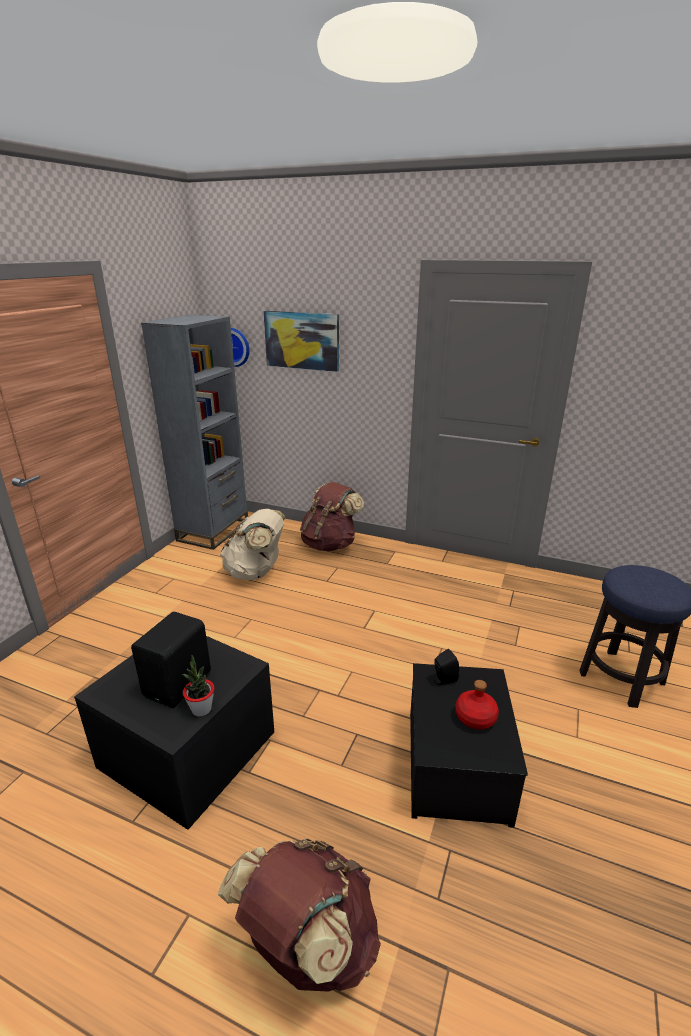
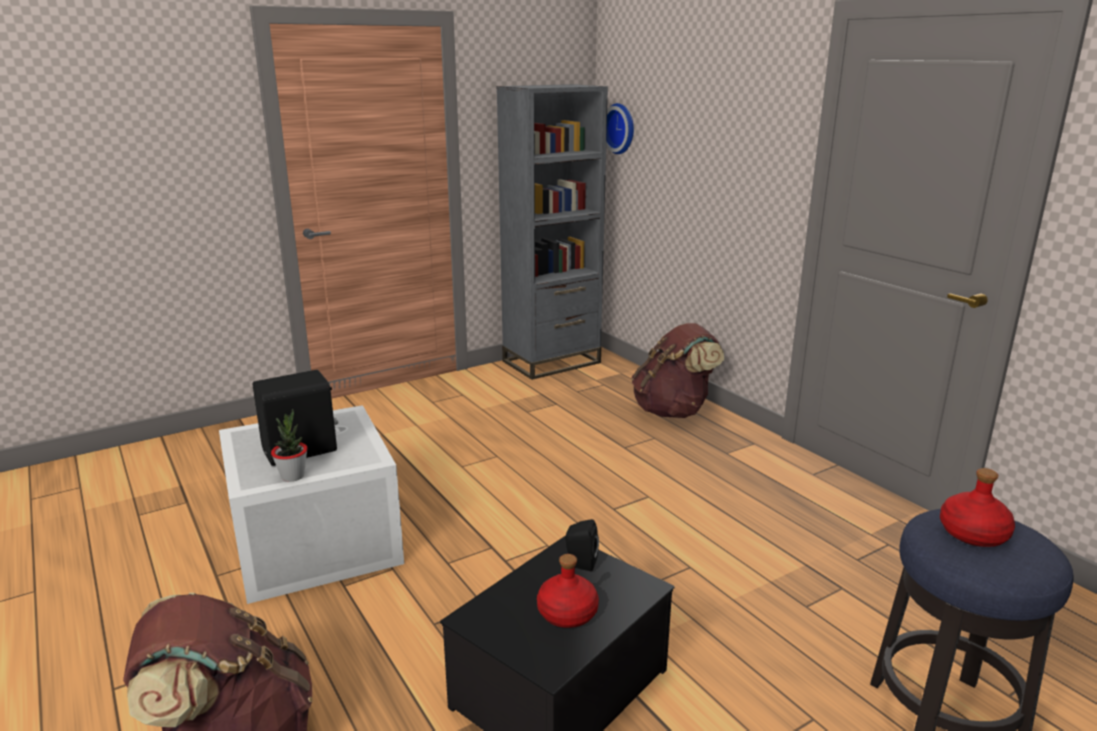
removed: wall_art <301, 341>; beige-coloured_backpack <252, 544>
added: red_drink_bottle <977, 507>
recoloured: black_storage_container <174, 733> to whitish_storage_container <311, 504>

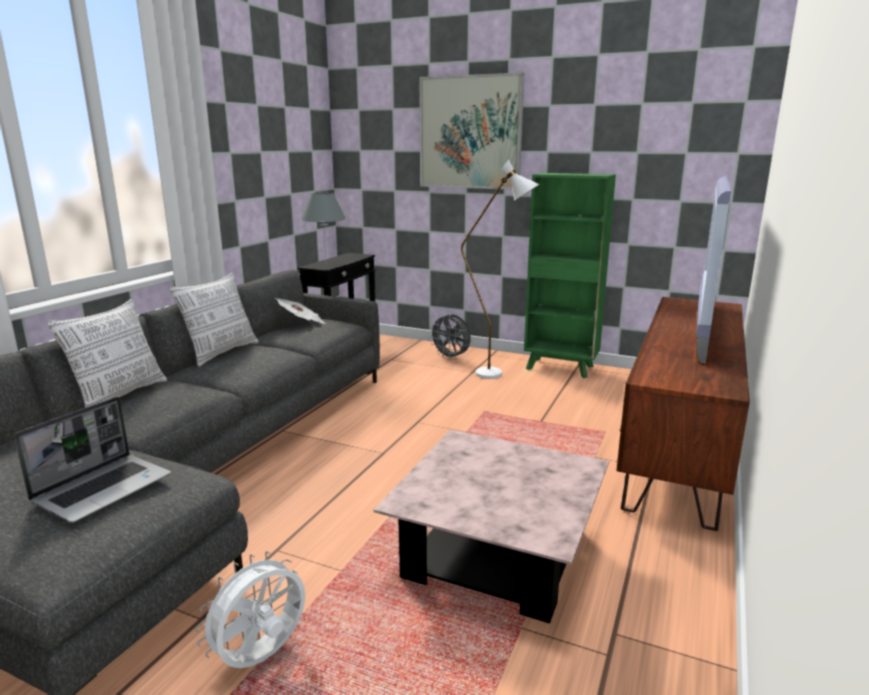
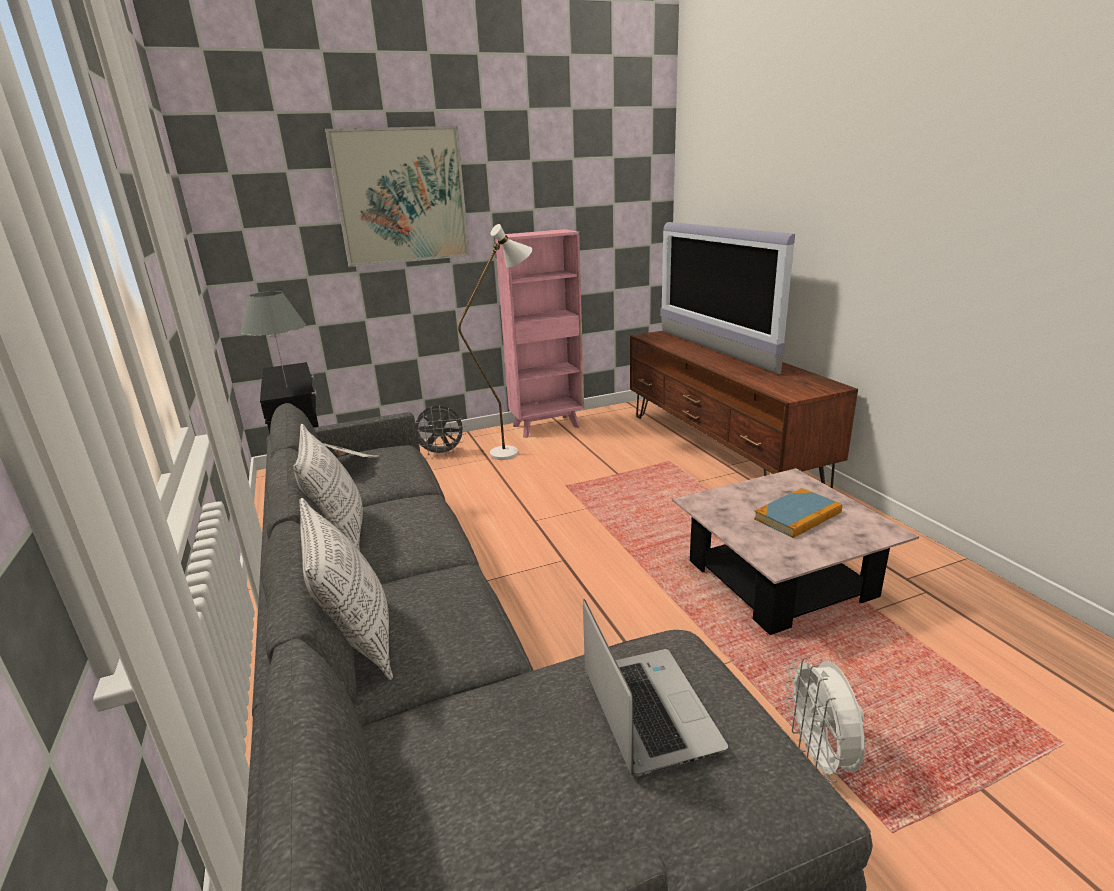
added: book <798, 513>
recoloured: green_bookcase <570, 275> to pink-coloured_bookcase <539, 333>

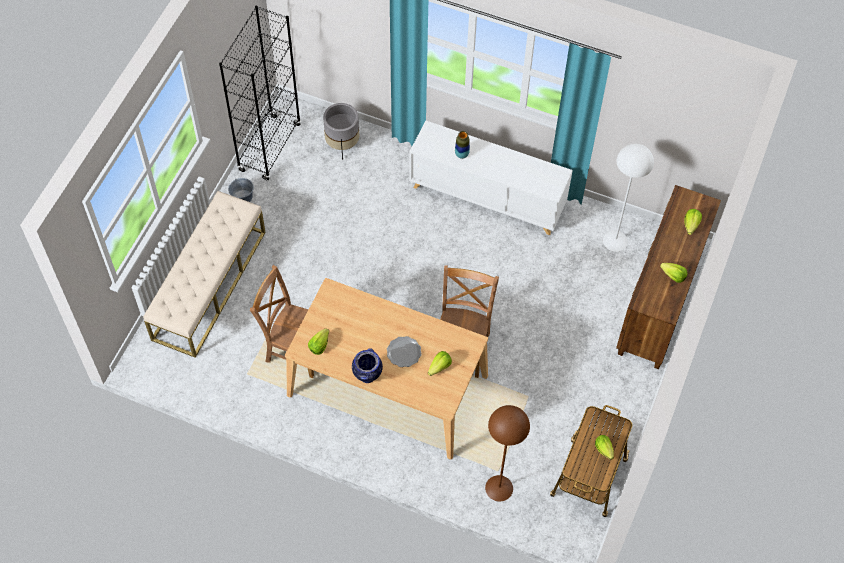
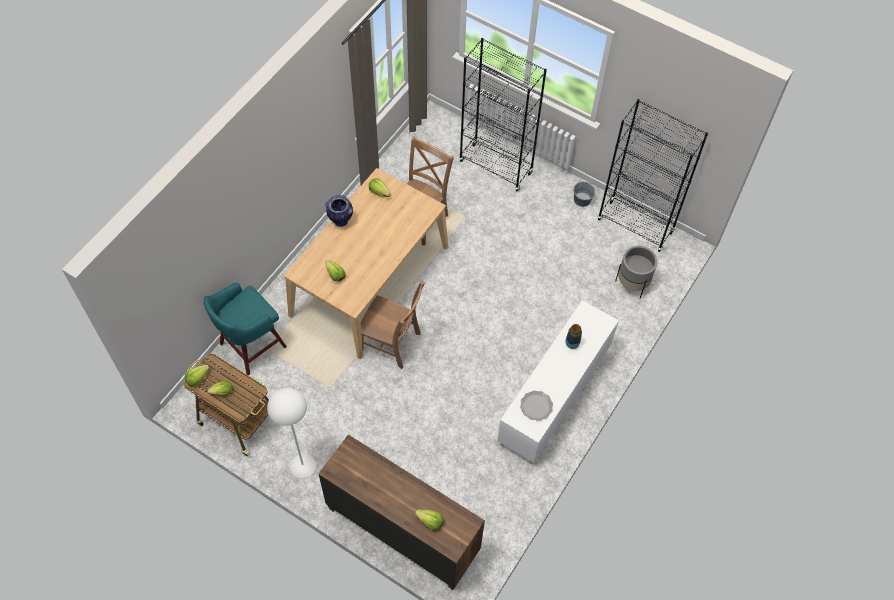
moved: whitish_standing_lamp <628, 198> to <291, 433>; head_of_lettuce <674, 273> to <197, 376>; dinner_plate <404, 351> to <536, 405>
replaced: beige-coloured_indoor_bench <204, 274> to black_bookcase <503, 114>; brown_standing_lamp <507, 453> to turquoise_stool <245, 328>

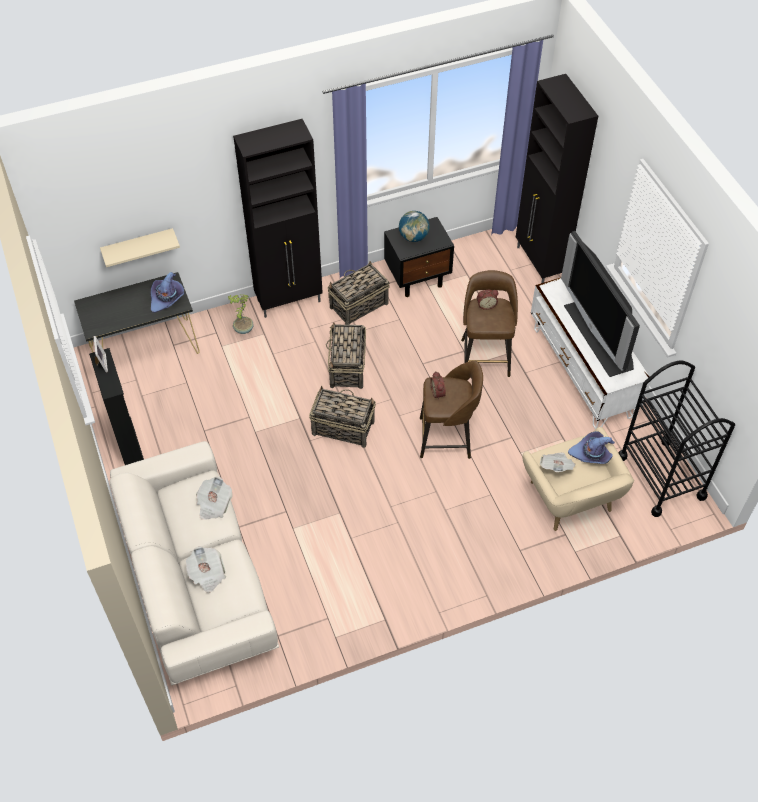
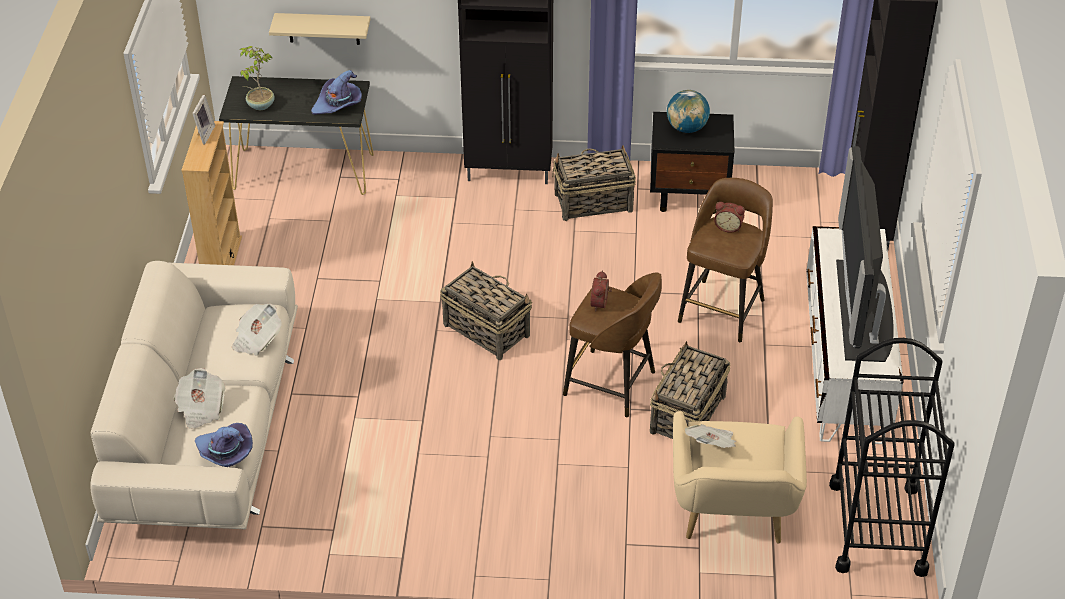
moved: houseplant <241, 314> to <257, 78>; basket <346, 355> to <690, 390>; purplish_hat <591, 447> to <224, 445>
recoloured: black_bookcase <116, 406> to beige-coloured_bookcase <211, 193>

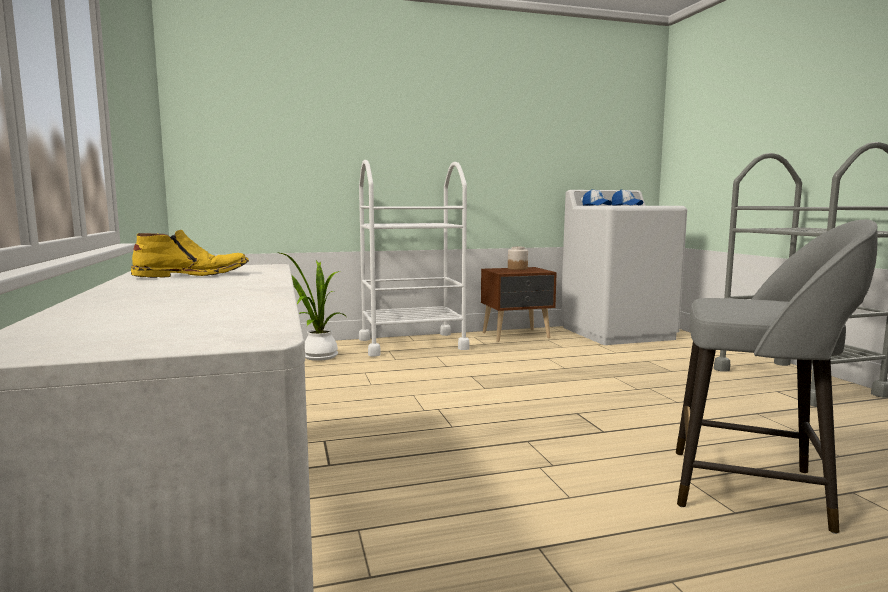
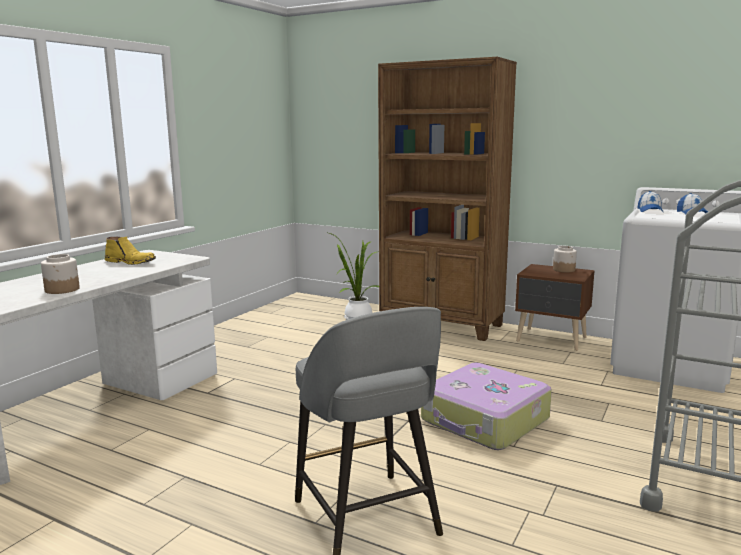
added: storage_jar <60, 274>; piece_of_luggage <486, 406>
replaced: whitish_wheeled_cart <414, 258> to brown_bookcase <447, 199>

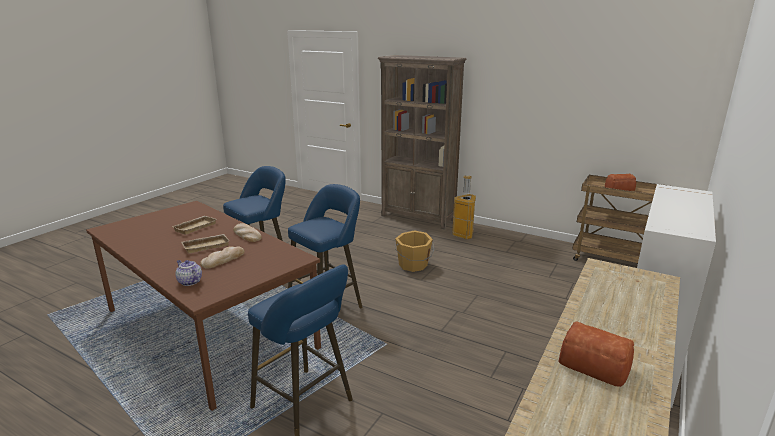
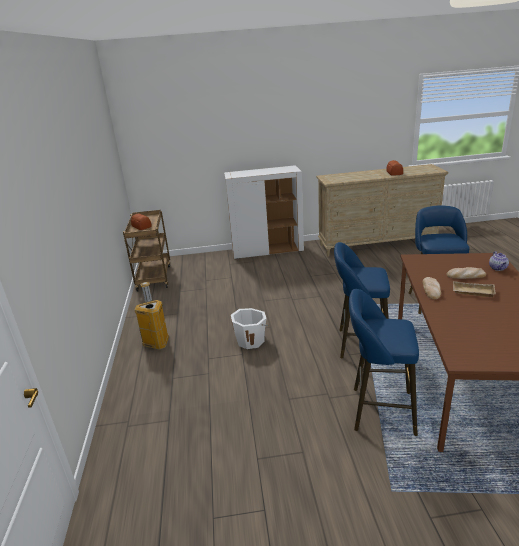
removed: brown_bookcase <422, 142>; beige-coloured_serving_tray <193, 225>
recoloured: orangey_bucket <414, 251> to whitish_bucket <250, 328>

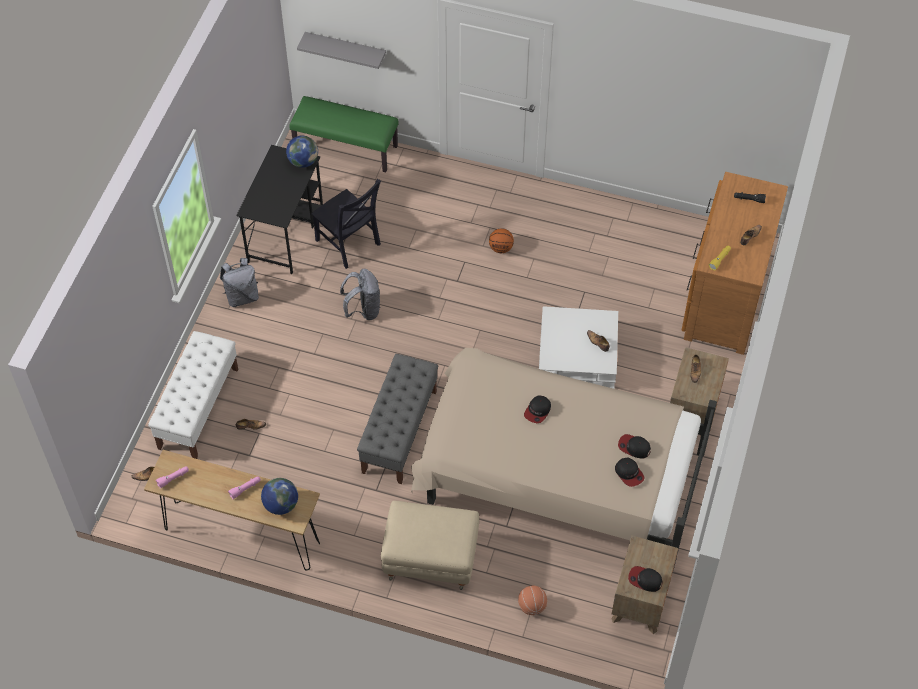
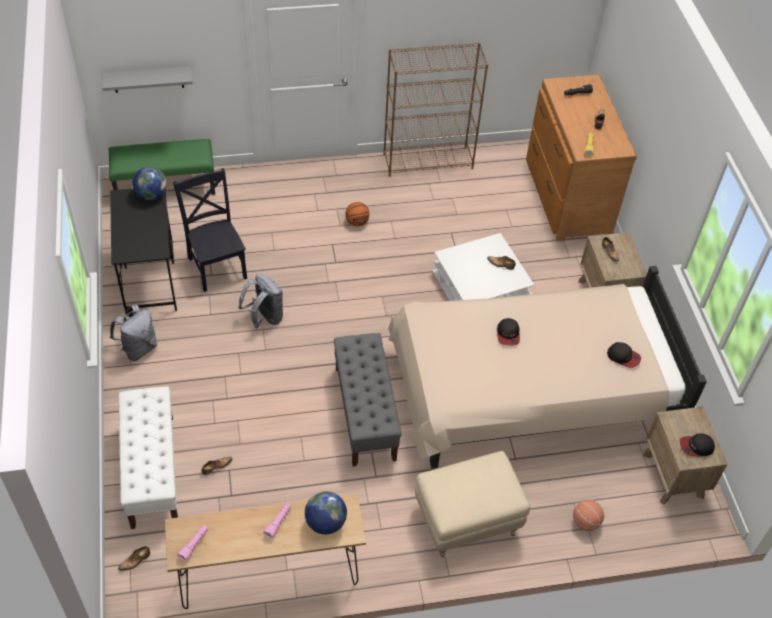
removed: peaked_cap <634, 446>
added: brown_bookcase <435, 110>
turned: black_upright_chair <346, 224> = <210, 230> 135 degrees counterclockwise

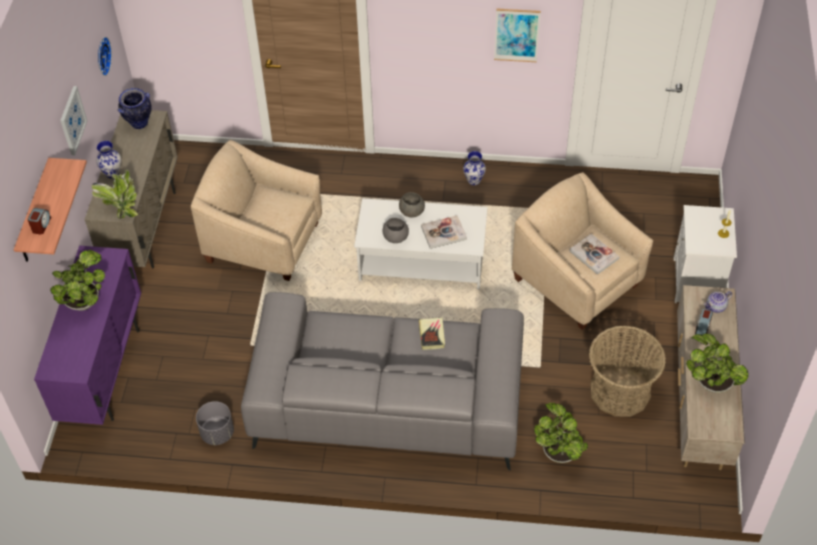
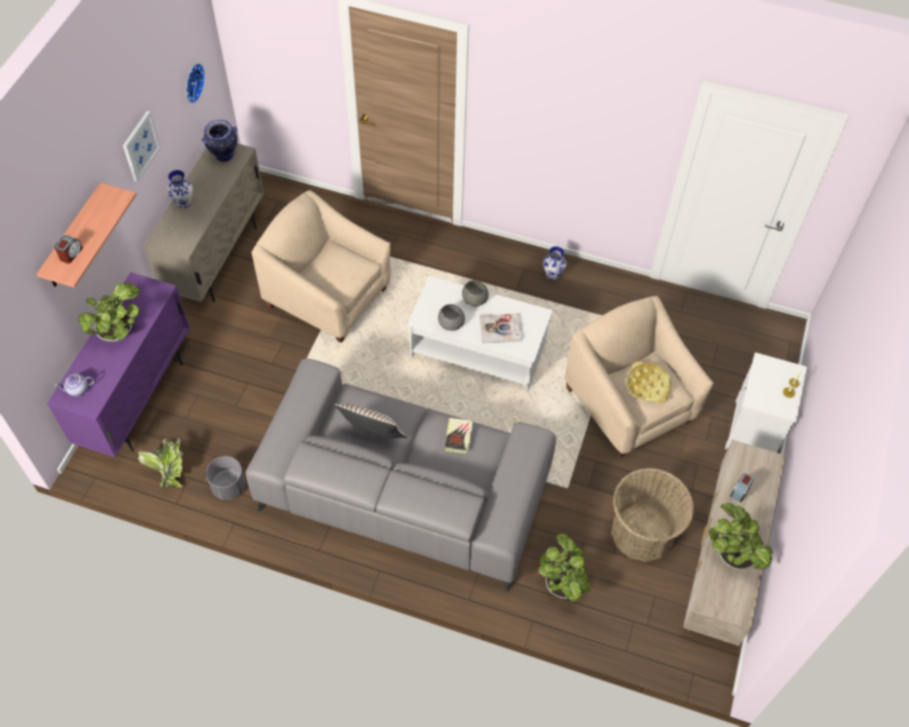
removed: wall_art <517, 35>
added: beige-coloured_throw_pillow <371, 421>
moved: houseplant <115, 194> to <160, 463>; tea_pot <718, 302> to <74, 385>
replaced: book <595, 254> to yellowish_serving_tray <649, 382>

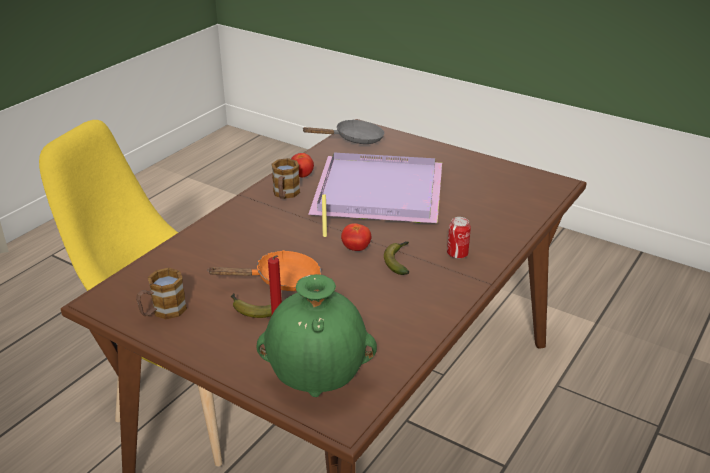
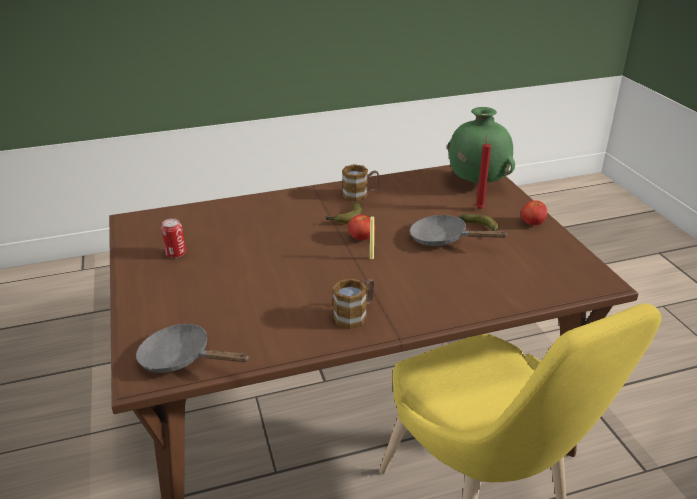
removed: purplish_serving_tray <375, 188>
moved: fresh_tomato <302, 165> to <534, 212>; can <459, 238> to <173, 238>; coffee_mug <161, 293> to <360, 183>
recoloured: orangey_frying_pan <264, 270> to greyish_frying_pan <459, 230>

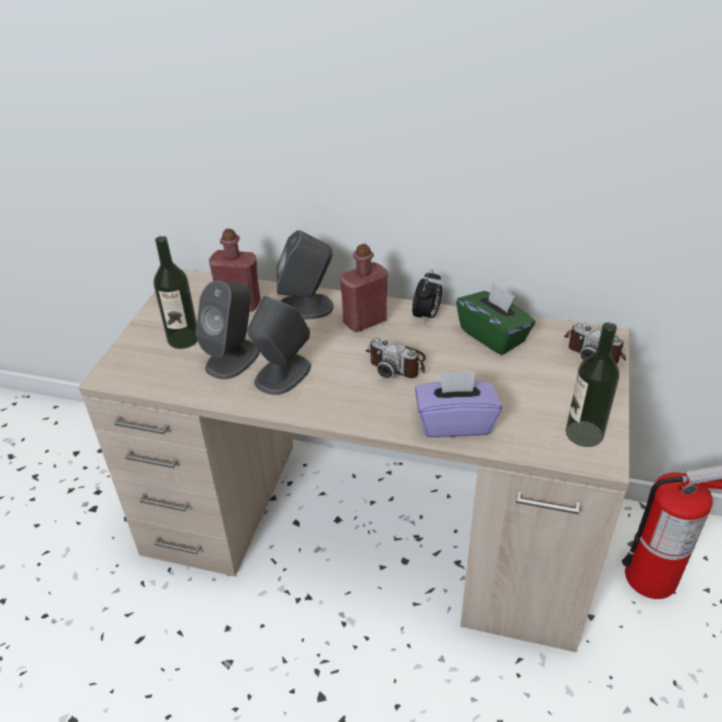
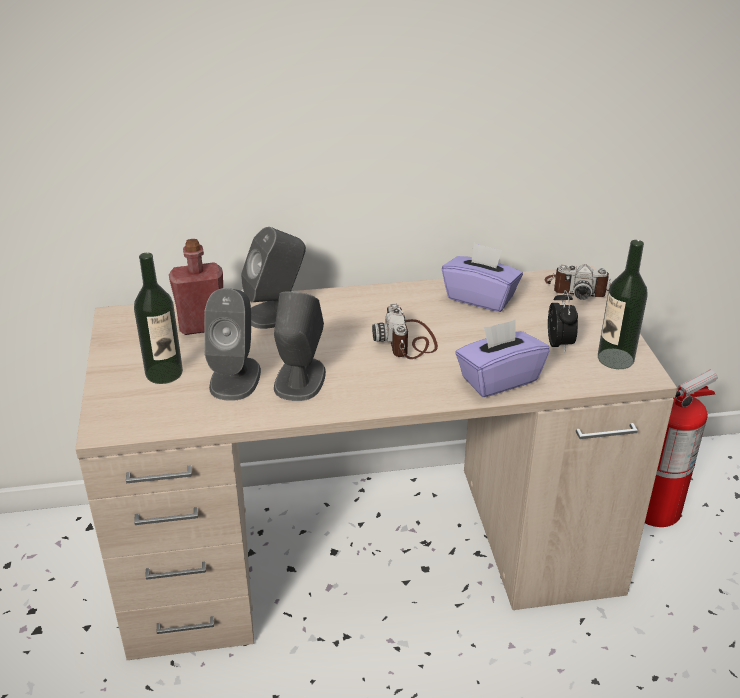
removed: red_drink_bottle <364, 288>
moved: alarm_clock <427, 296> to <563, 321>
recoloured: green_box_of_tissues <496, 318> to purplish_box_of_tissues <482, 277>
turned: photo_camera <396, 357> = <405, 331> 75 degrees clockwise

